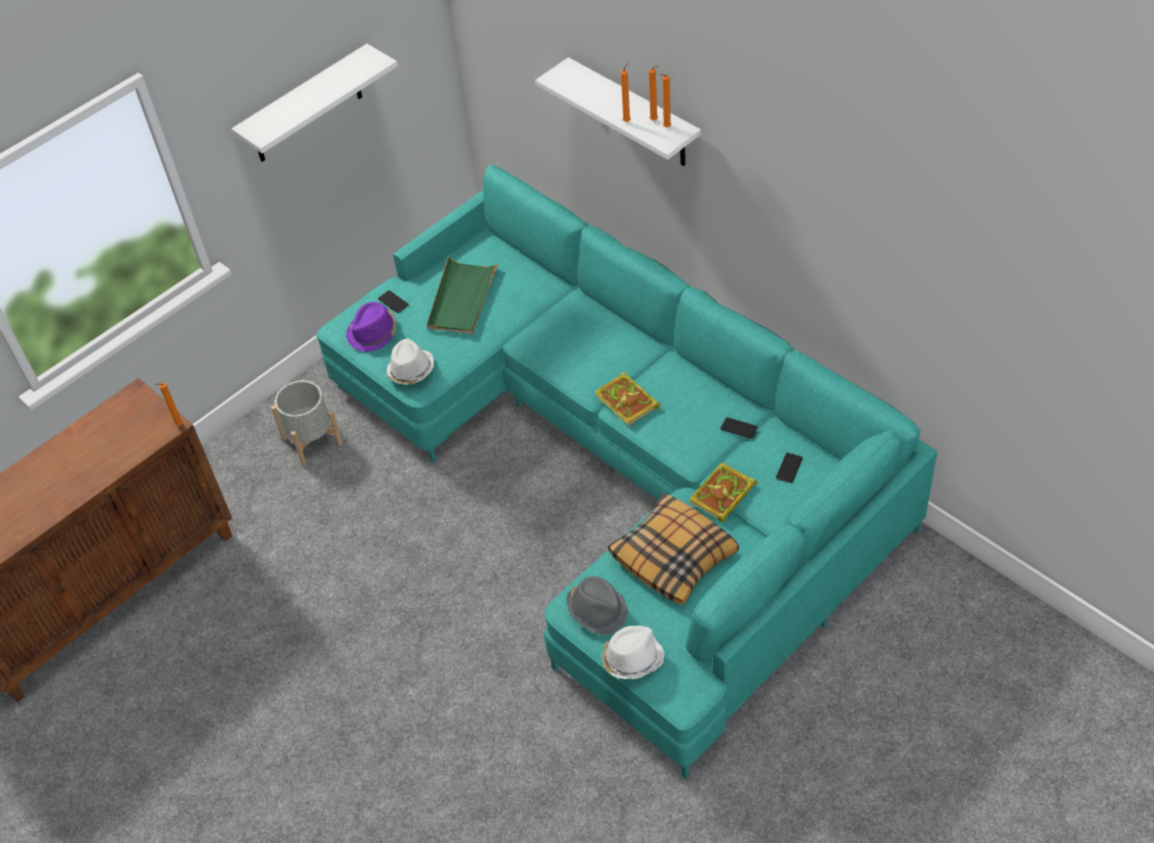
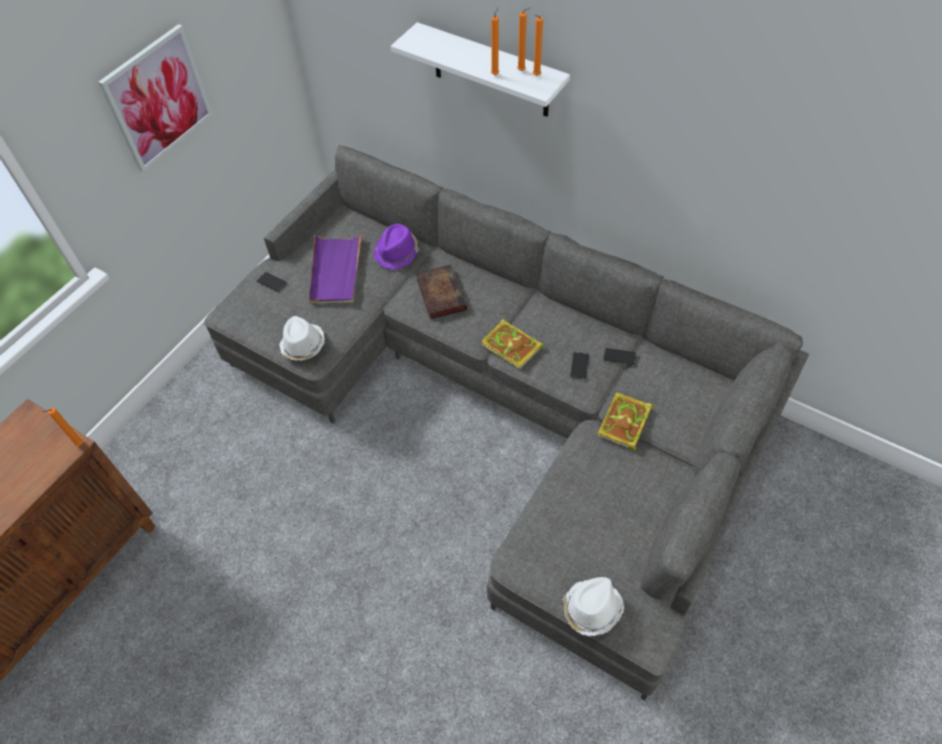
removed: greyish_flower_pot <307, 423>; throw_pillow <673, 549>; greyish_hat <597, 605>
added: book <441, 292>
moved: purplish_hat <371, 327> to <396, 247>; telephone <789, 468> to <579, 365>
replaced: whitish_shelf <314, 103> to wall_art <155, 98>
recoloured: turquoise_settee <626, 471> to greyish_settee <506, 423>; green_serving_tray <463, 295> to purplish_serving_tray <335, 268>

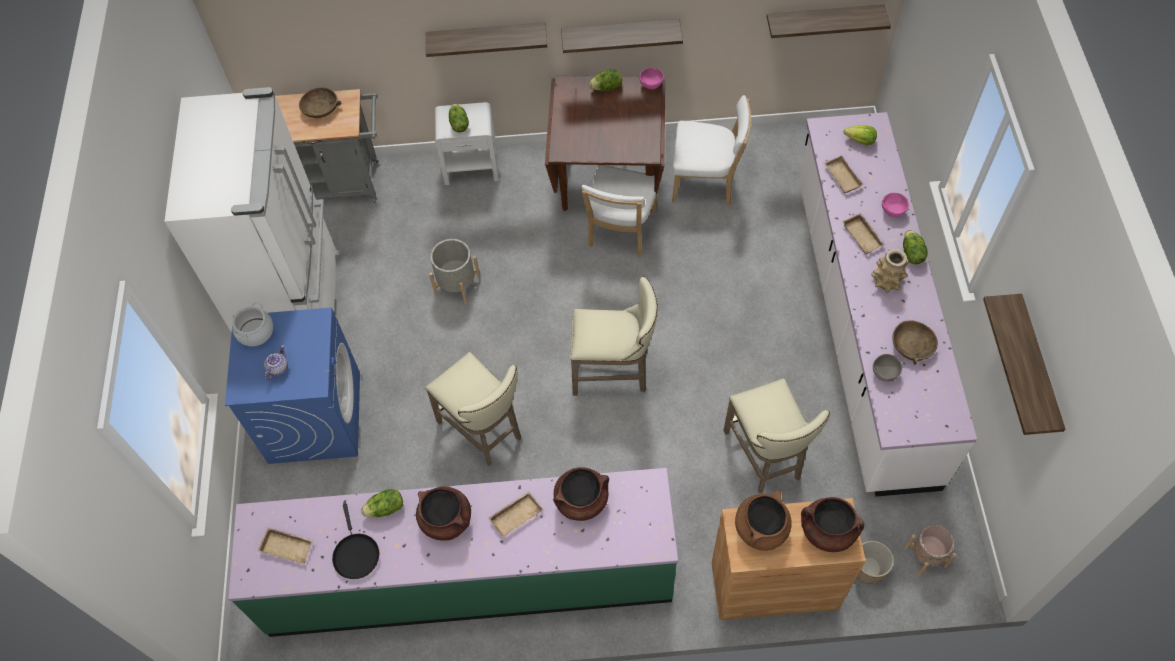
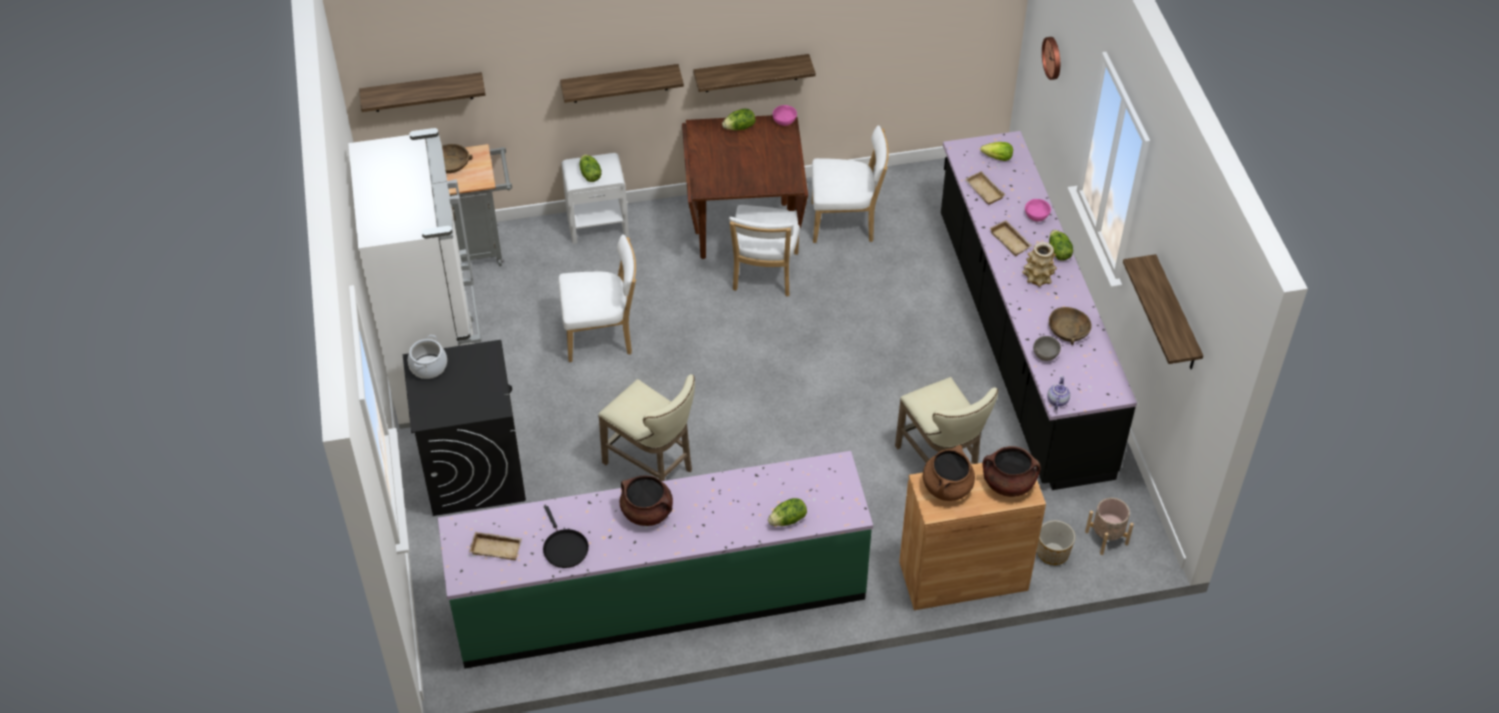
removed: beige-coloured_stool <614, 336>; brown_cooking_pot <581, 494>; beige-coloured_serving_tray <516, 514>
added: clock_on_the_wall <1051, 58>
moved: shelf <829, 21> to <422, 92>; tea_pot <276, 362> to <1058, 393>; head_of_lettuce <382, 503> to <787, 512>
replaced: greyish_flower_pot <454, 271> to whitish_upright_chair <597, 298>
recoloured: whitish_kitchen_base_unit <888, 304> to black_kitchen_base_unit <1039, 310>; blue_laundry_machine <292, 386> to black_laundry_machine <464, 428>

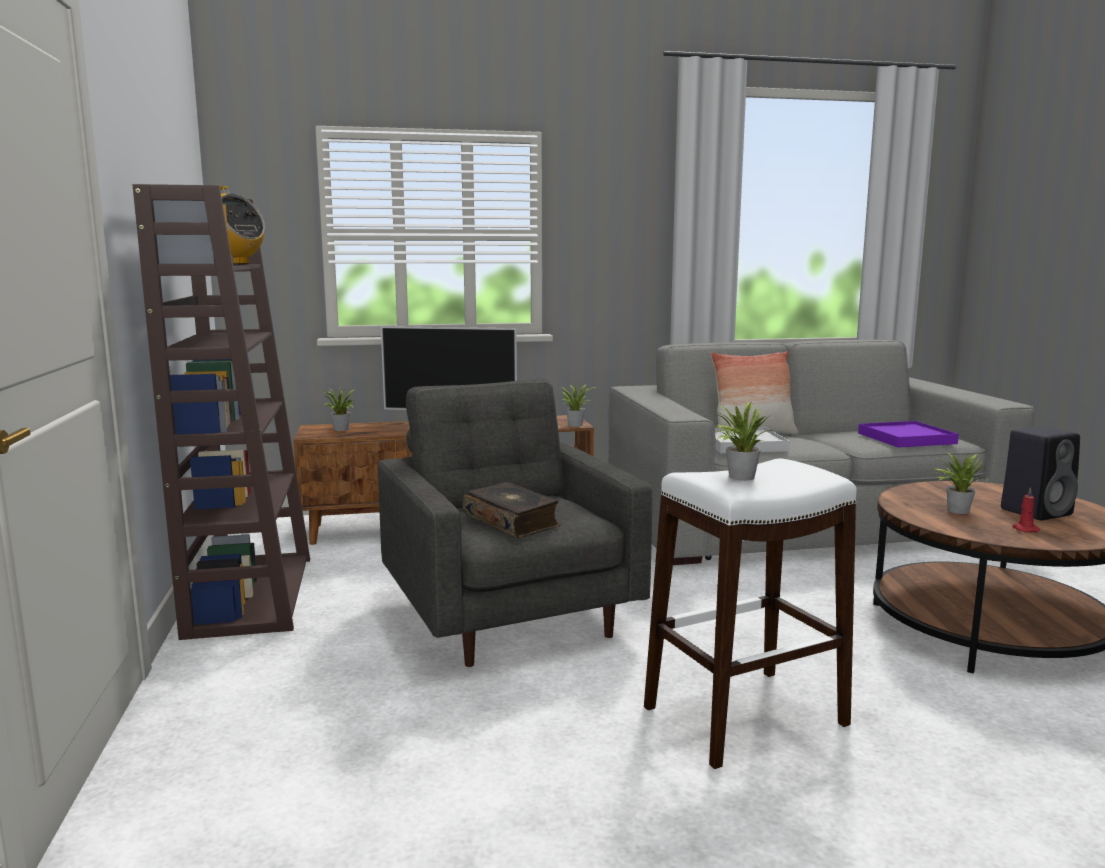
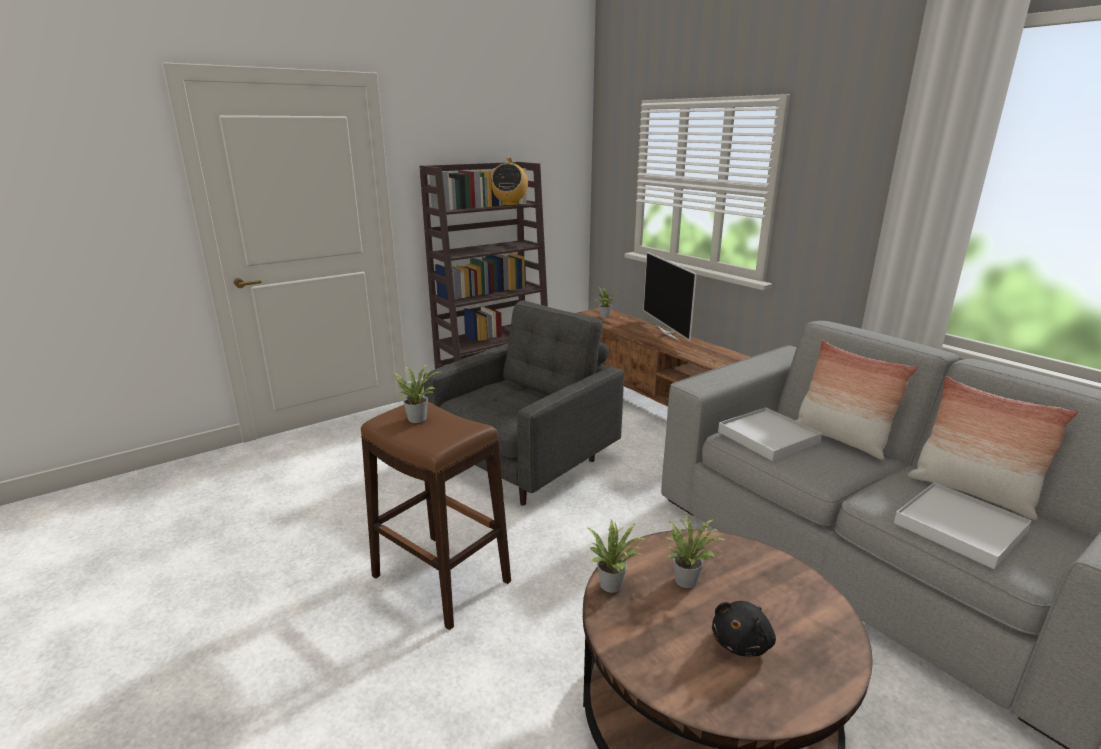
removed: book <511, 510>; red_wax_candle <1026, 509>
added: throw_pillow <993, 448>
moved: houseplant <579, 405> to <616, 556>
replaced: black_speaker <1040, 473> to black_plush_toy <744, 628>
recoloured: purplish_serving_tray <908, 434> to whitish_serving_tray <963, 525>; whitish_stool <750, 613> to brown_stool <436, 515>

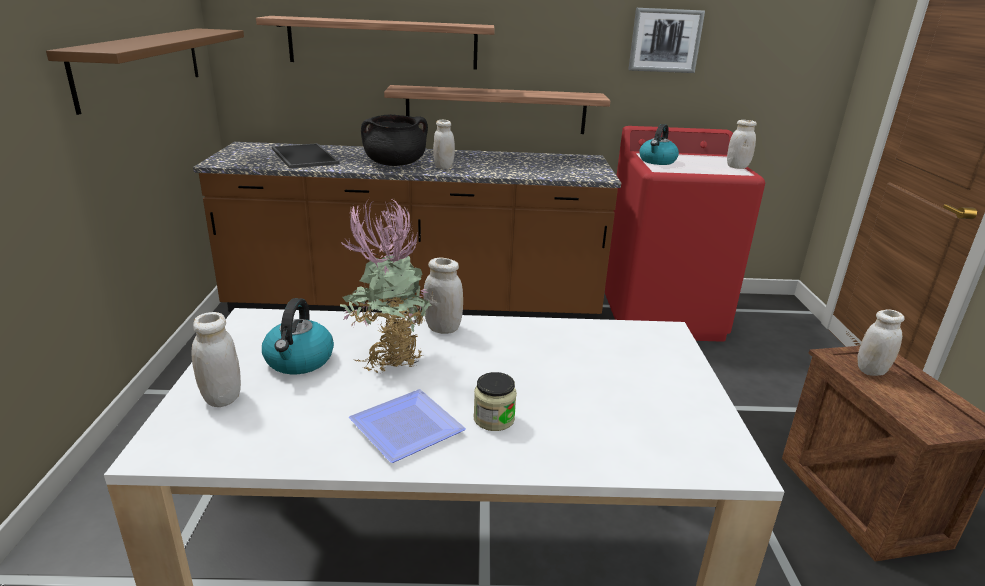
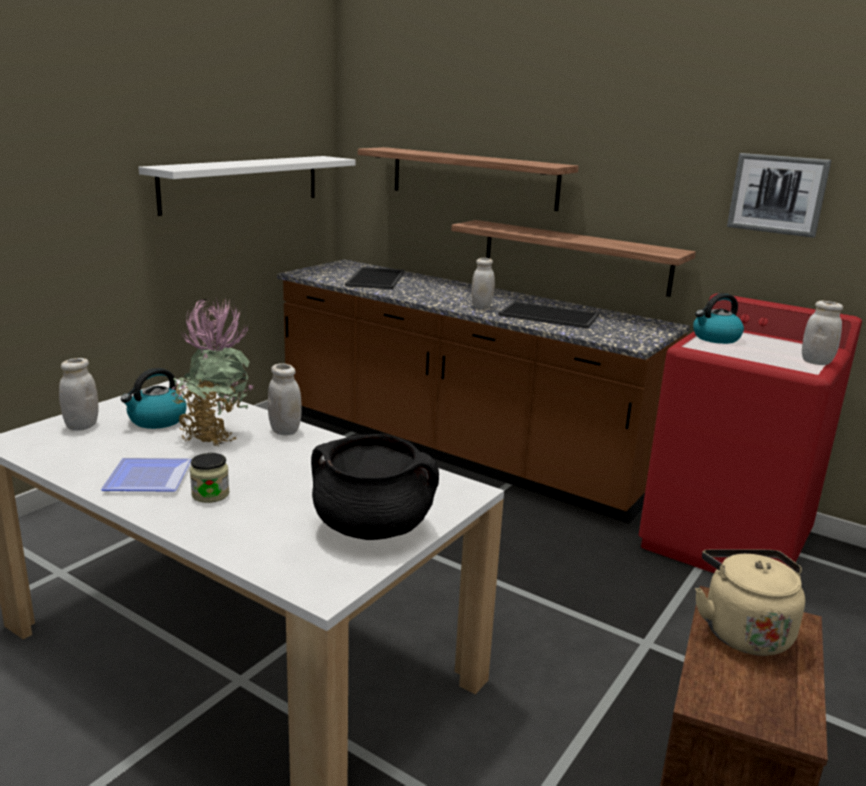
added: serving_tray <548, 315>
moved: black_cooking_pot <394, 140> to <375, 487>
replaced: whitish_storage_jar <881, 342> to beige-coloured_kettle <750, 602>
recoloured: brown_shelf <145, 71> to whitish_shelf <247, 186>

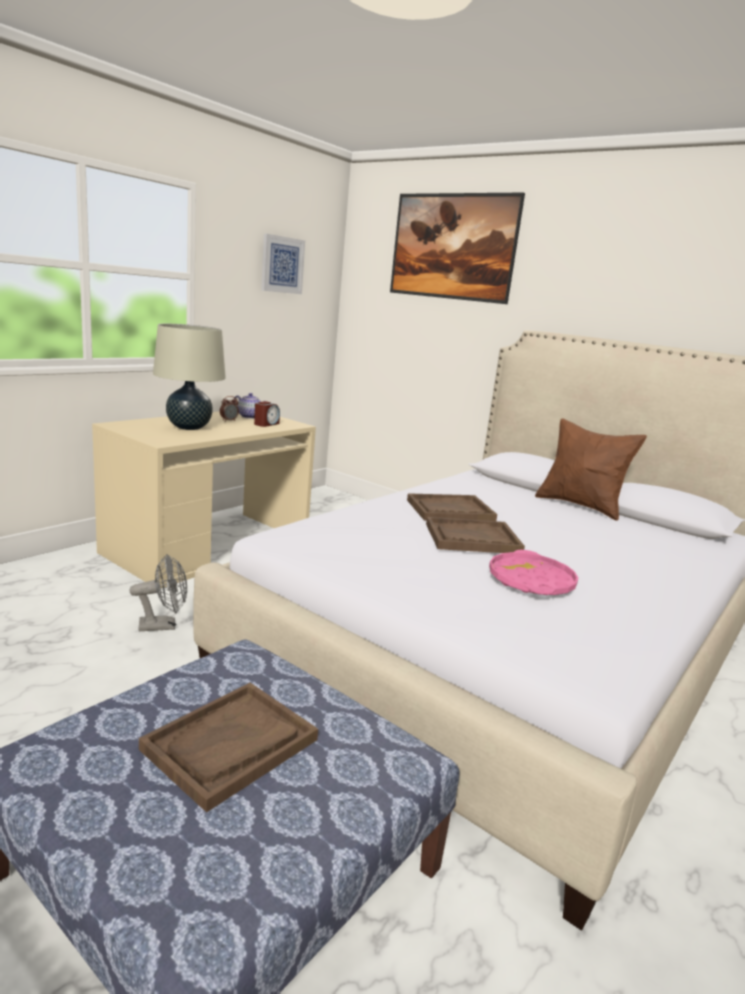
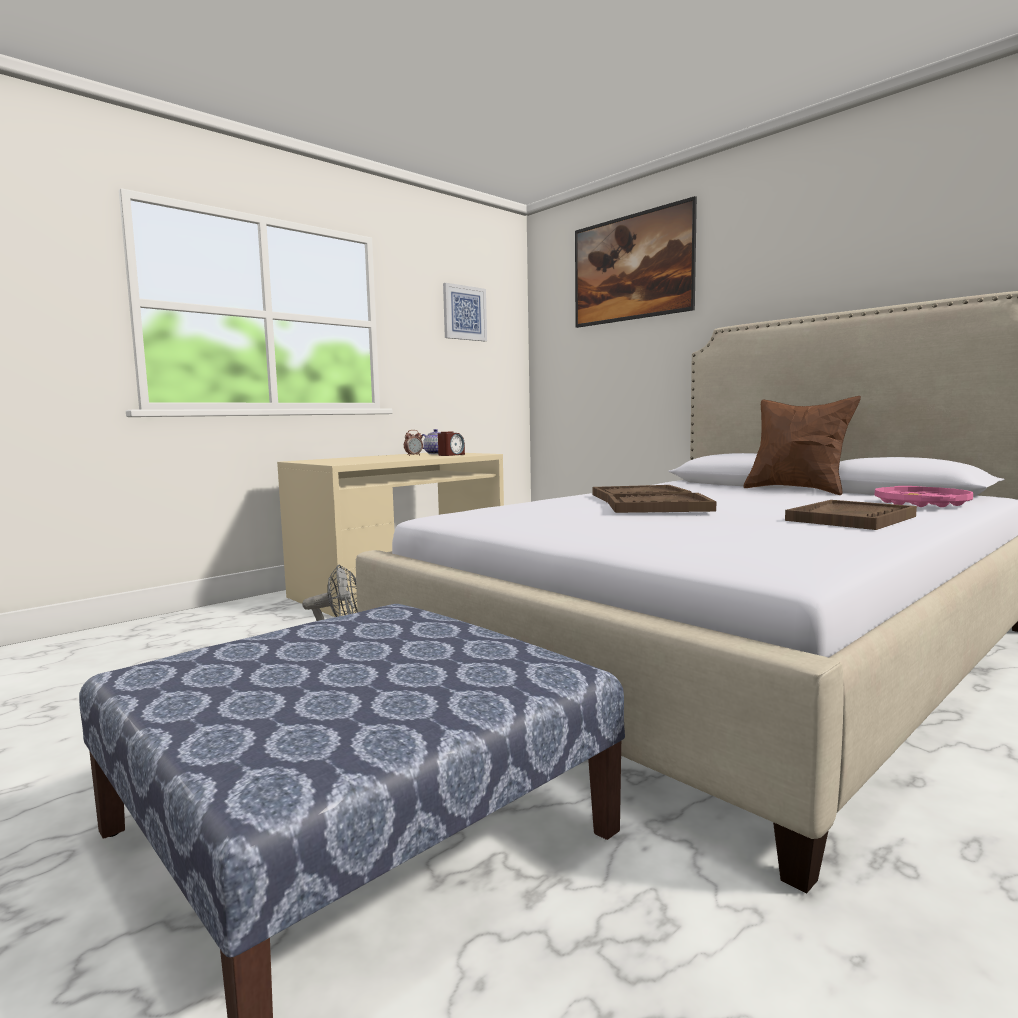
removed: beige-coloured_lamp_for_a_table <189, 377>
moved: pink-coloured_serving_tray <533, 572> to <924, 496>; brown_serving_tray <228, 748> to <851, 515>

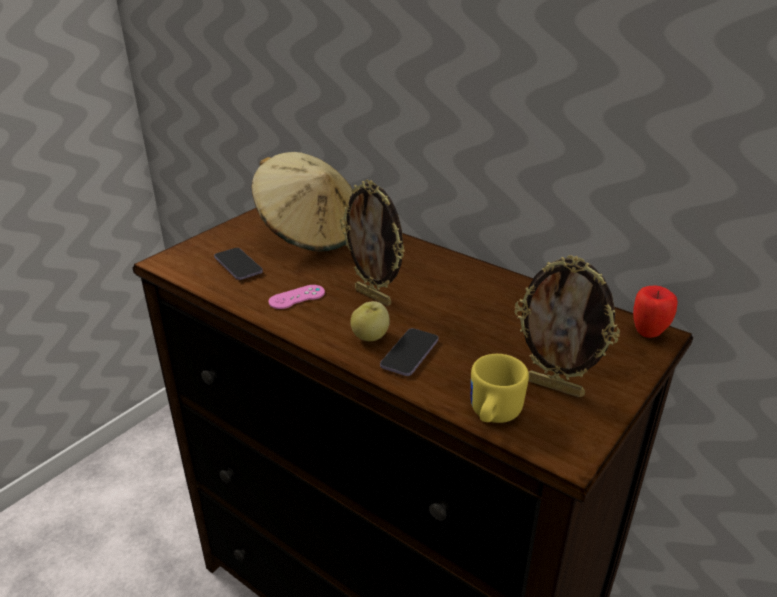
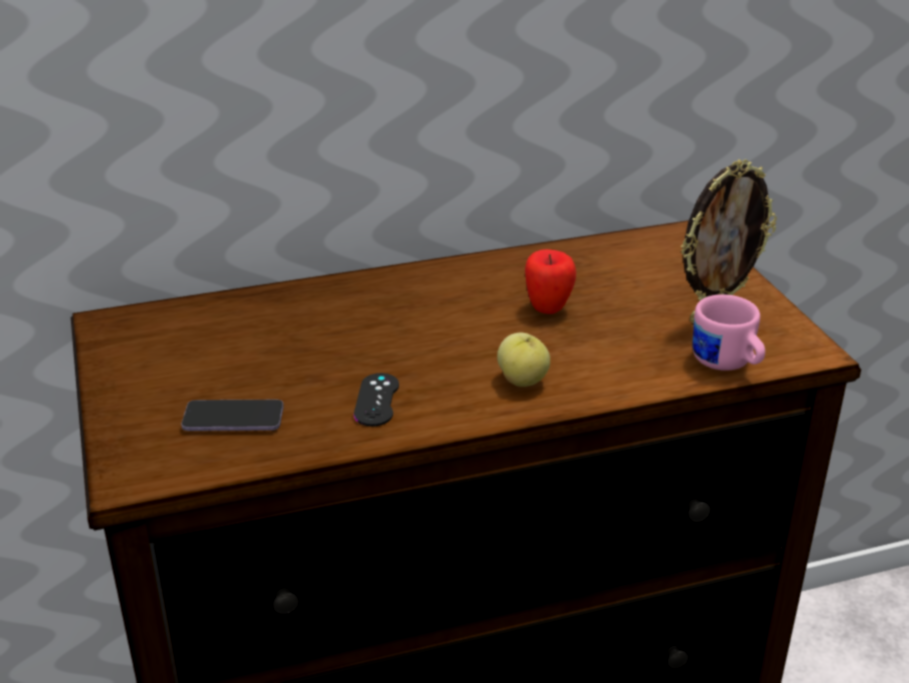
removed: beige-coloured_hat <302, 202>; standing_frame <372, 243>; telephone <409, 352>
moved: apple <655, 311> to <550, 281>
recoloured: pink-coloured_gamepad <297, 297> to black_gamepad <376, 399>; yellowish_coffee_mug <500, 388> to pink-coloured_coffee_mug <728, 332>

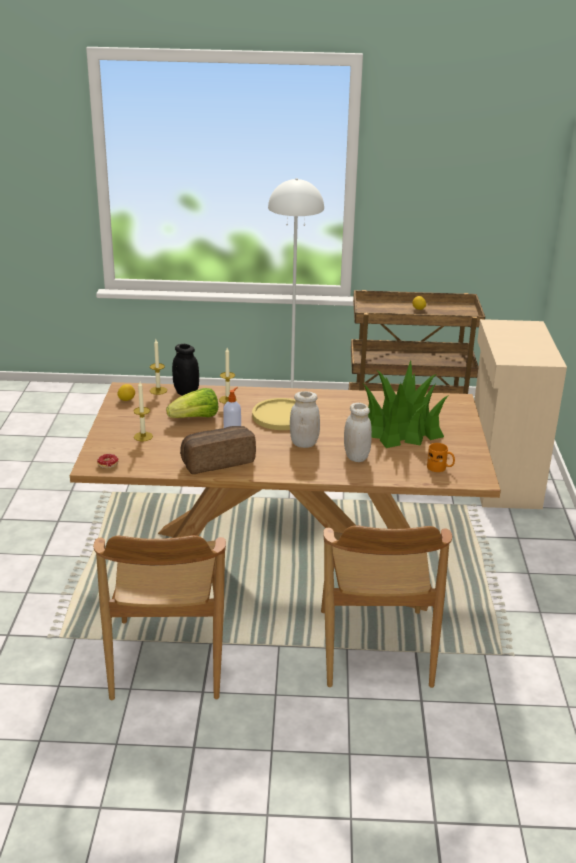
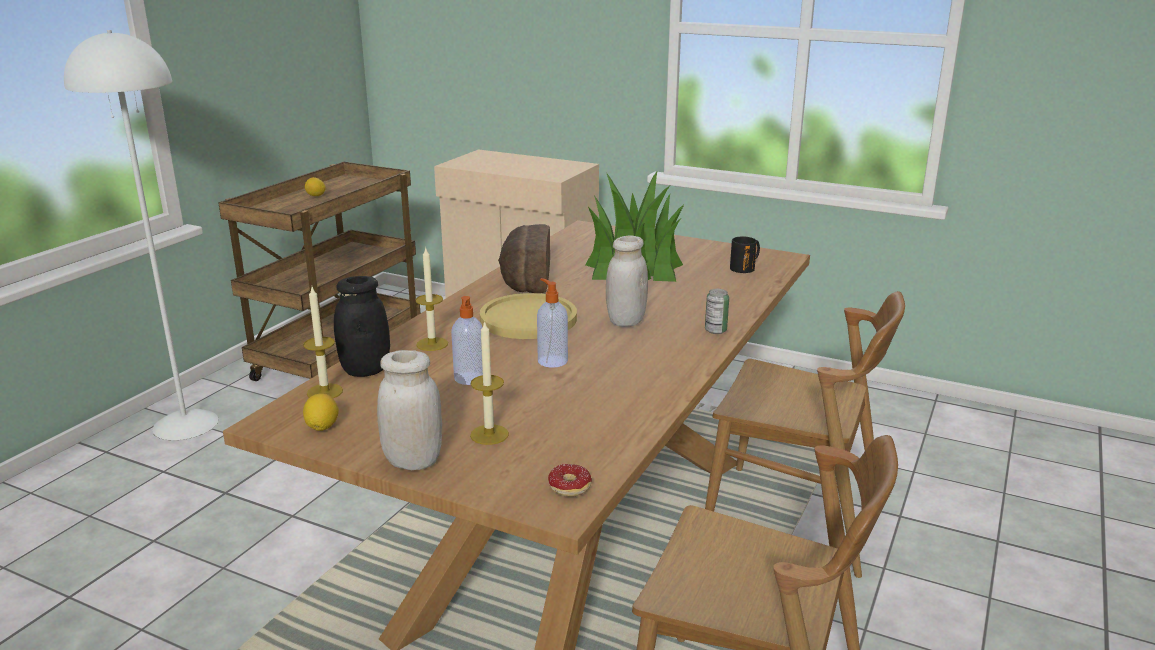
added: can <717, 311>
moved: whitish_storage_jar <358, 432> to <409, 410>; bread <218, 450> to <524, 258>
replaced: head_of_lettuce <192, 403> to soap_bottle <467, 340>
recoloured: orangey_coffee_mug <441, 457> to black_coffee_mug <745, 255>

